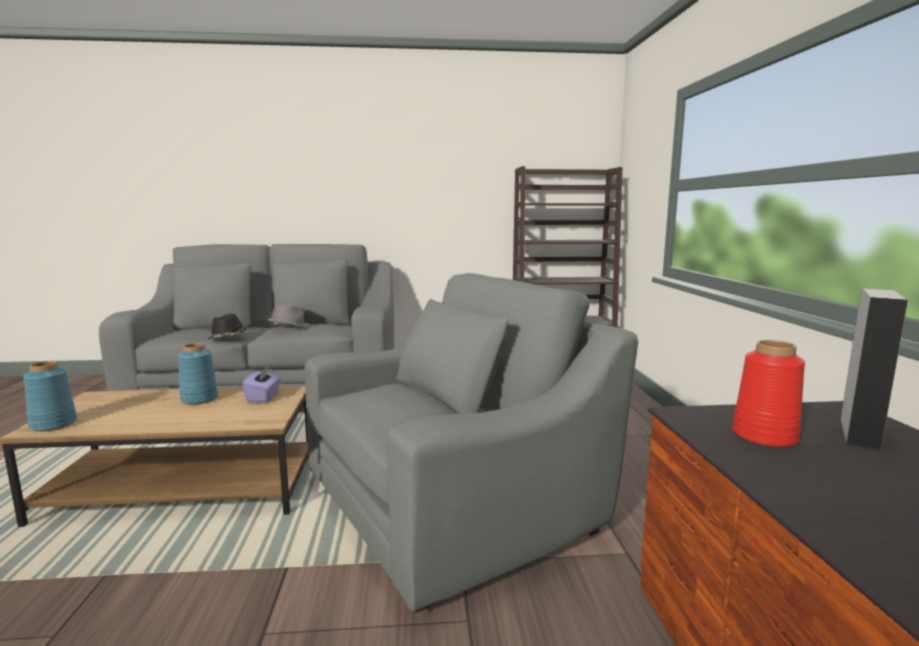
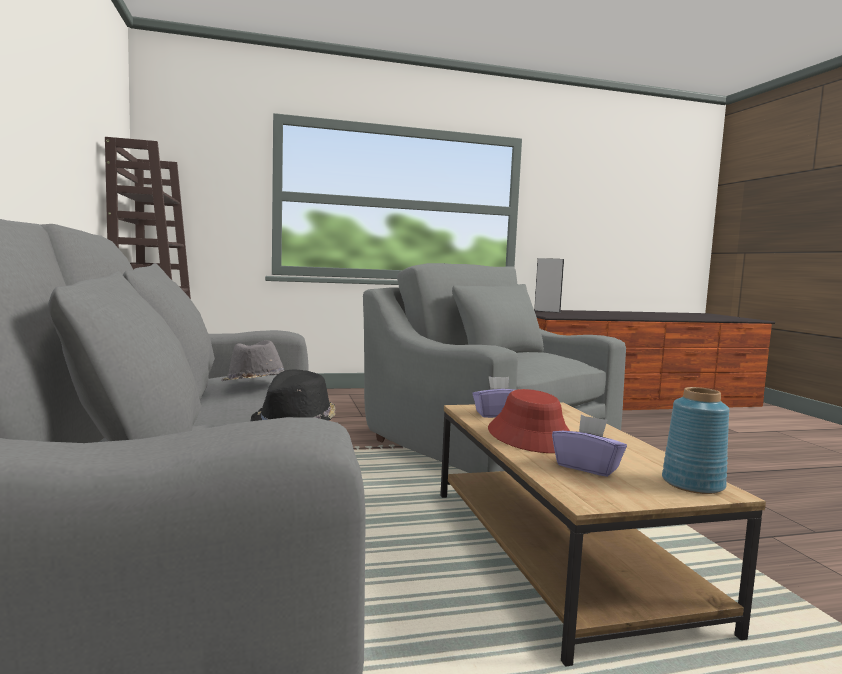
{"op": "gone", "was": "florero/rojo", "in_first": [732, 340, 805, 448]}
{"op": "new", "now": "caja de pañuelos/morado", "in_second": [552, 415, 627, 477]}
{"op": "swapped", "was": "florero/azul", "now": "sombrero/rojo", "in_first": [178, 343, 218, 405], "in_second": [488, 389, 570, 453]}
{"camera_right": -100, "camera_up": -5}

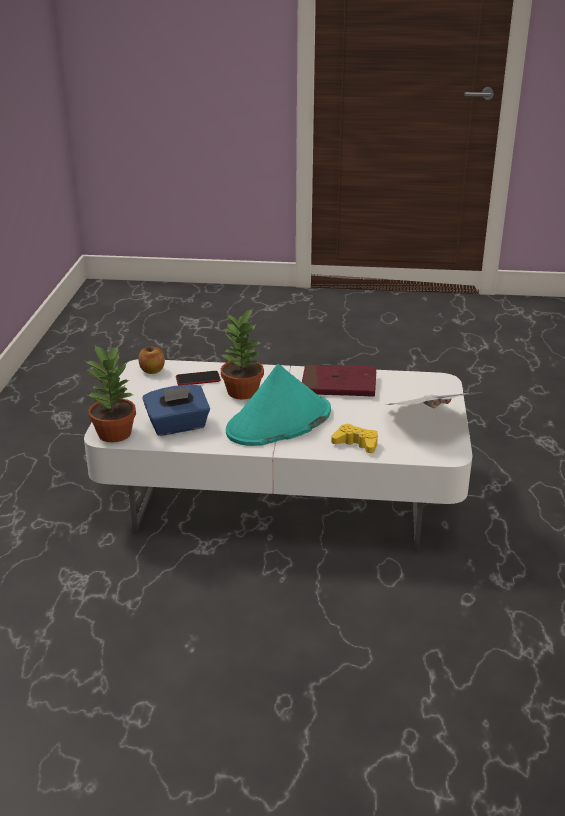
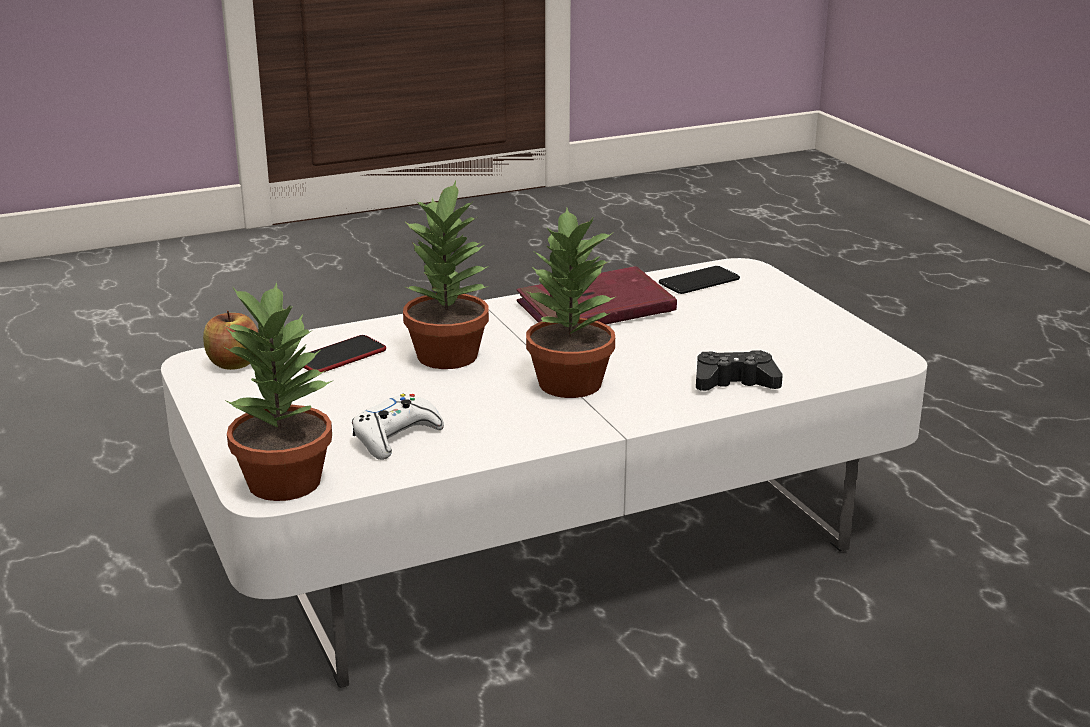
{"op": "gone", "was": "periódico", "in_first": [387, 392, 482, 408]}
{"op": "new", "now": "móvil", "in_second": [659, 266, 740, 294]}
{"op": "swapped", "was": "caja de pañuelos/azul", "now": "mando de consola/blanco", "in_first": [143, 385, 210, 436], "in_second": [352, 394, 444, 460]}
{"op": "swapped", "was": "sombrero/turquesa", "now": "planta en maceta", "in_first": [226, 364, 331, 446], "in_second": [526, 208, 617, 398]}
{"op": "repainted", "was": "mando de consola/amarillo", "now": "mando de consola/negro", "in_first": [331, 424, 378, 453], "in_second": [696, 350, 783, 391]}
{"camera_right": -30, "camera_up": -5}

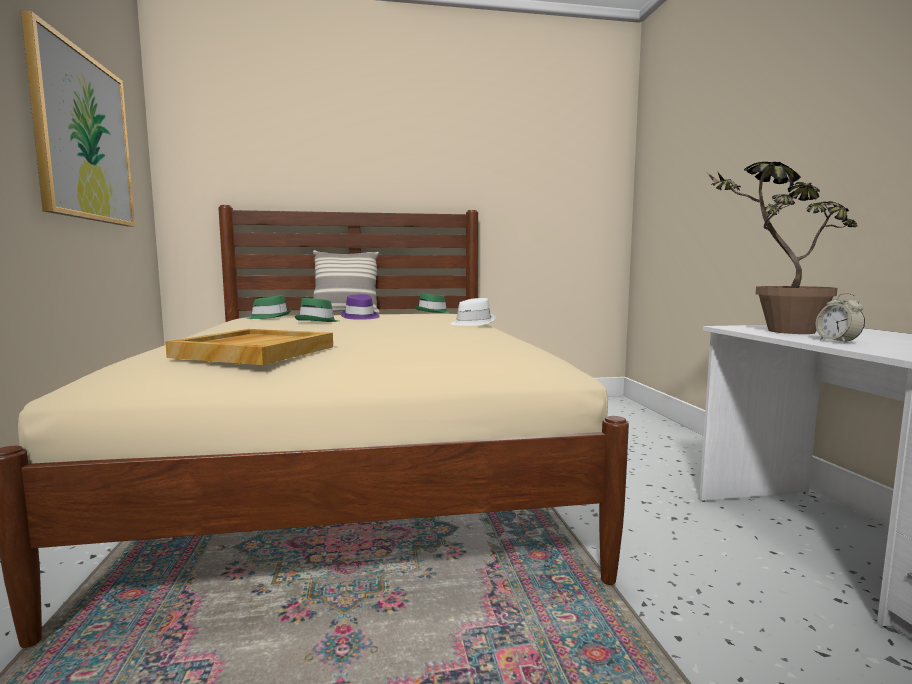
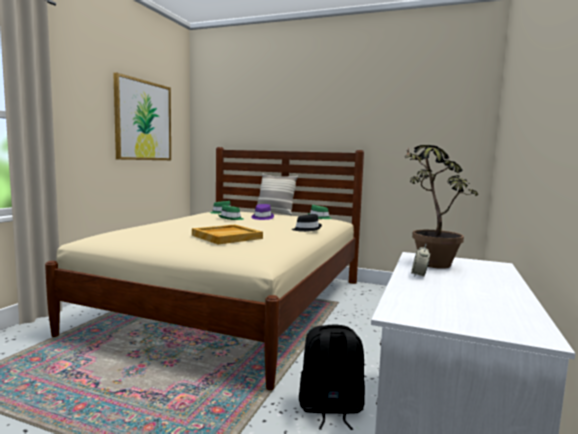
{"op": "new", "now": "mochila/negro", "in_second": [299, 325, 365, 430]}
{"op": "shifted", "was": "bandeja/beis", "in_first": [165, 329, 333, 365], "in_second": [192, 225, 263, 244]}
{"op": "repainted", "was": "sombrero/blanco", "now": "sombrero/negro", "in_first": [451, 298, 496, 326], "in_second": [292, 214, 322, 232]}
{"camera_right": 30, "camera_up": 0}

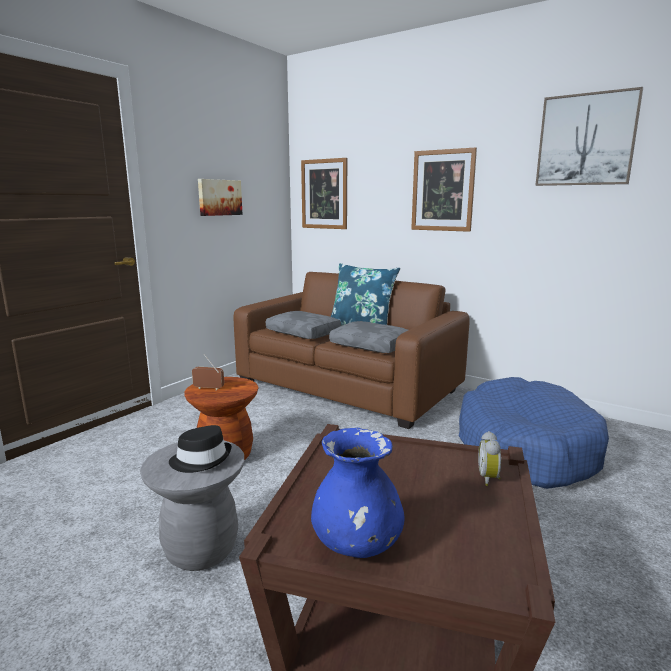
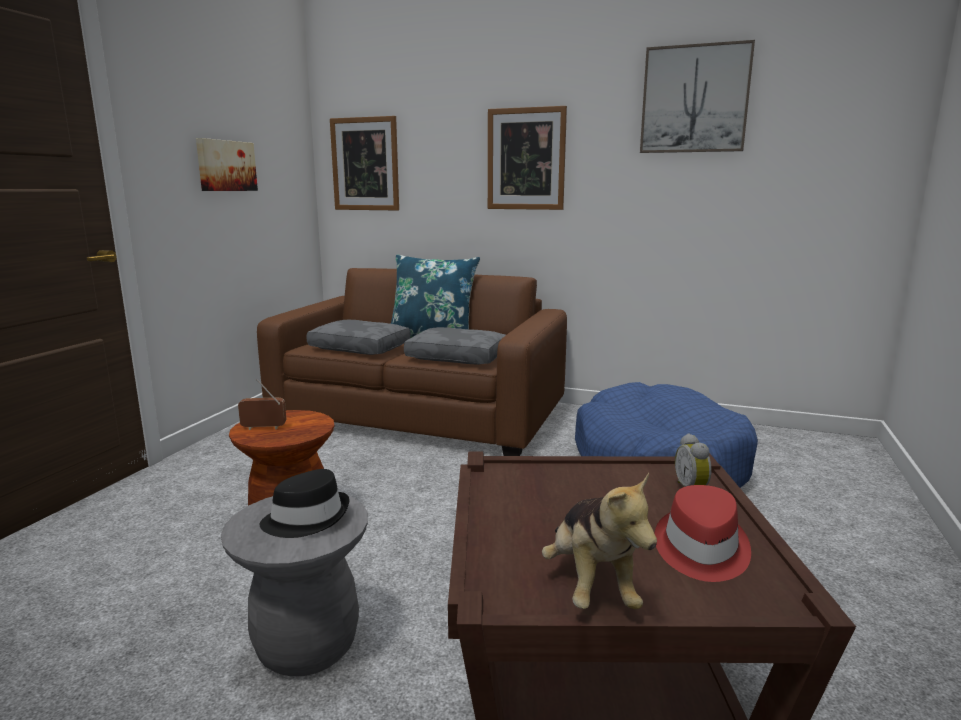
{"op": "new", "now": "sombrero/rojo", "in_second": [654, 485, 751, 582]}
{"op": "swapped", "was": "florero/azul", "now": "peluche", "in_first": [311, 428, 404, 558], "in_second": [542, 473, 657, 609]}
{"camera_right": -15, "camera_up": 0}

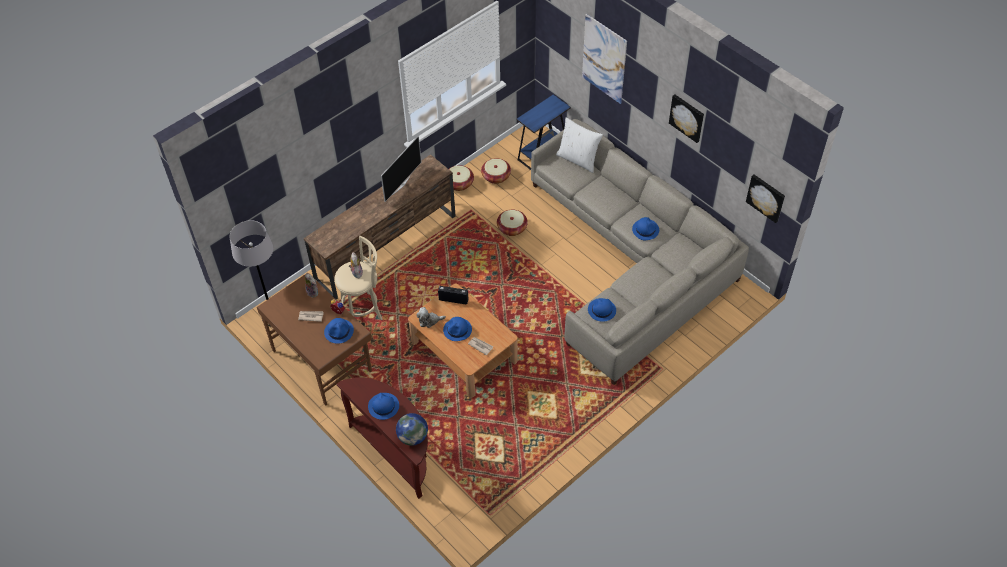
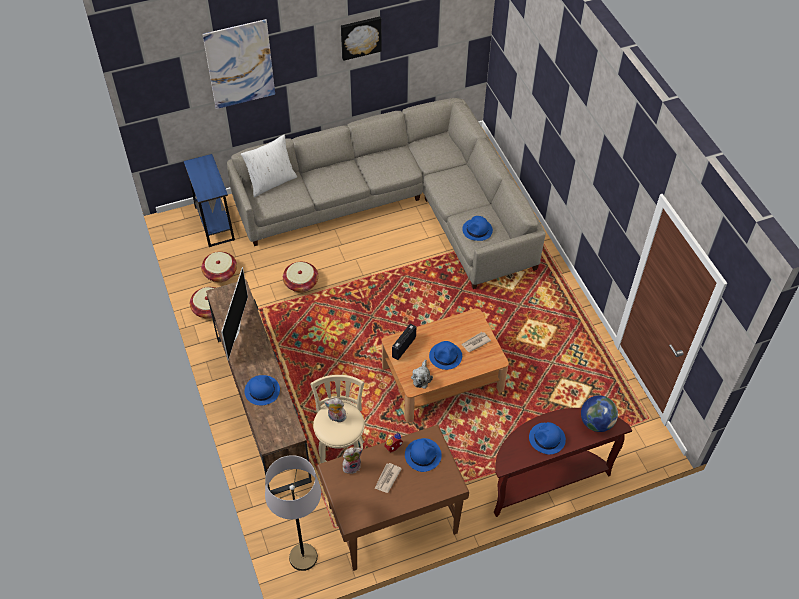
{"op": "gone", "was": "cuadro", "in_first": [746, 175, 785, 223]}
{"op": "shifted", "was": "sombrero/azul", "in_first": [632, 217, 659, 240], "in_second": [244, 375, 280, 405]}
{"op": "rotated", "was": "televisor", "in_first": [381, 136, 421, 202], "in_second": [221, 267, 248, 360], "clockwise": 45}
{"camera_right": -70, "camera_up": 0}

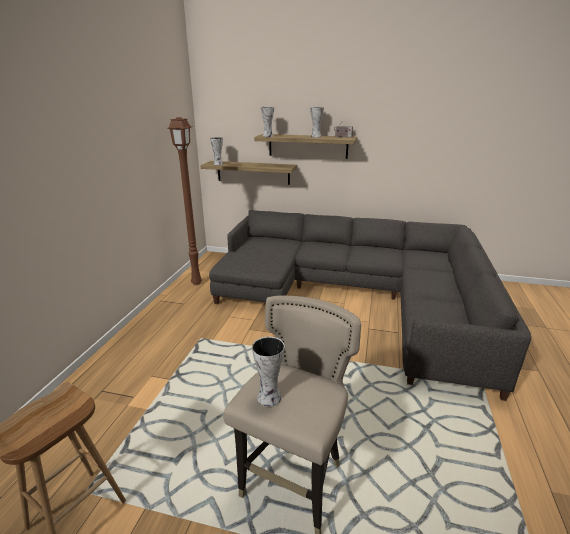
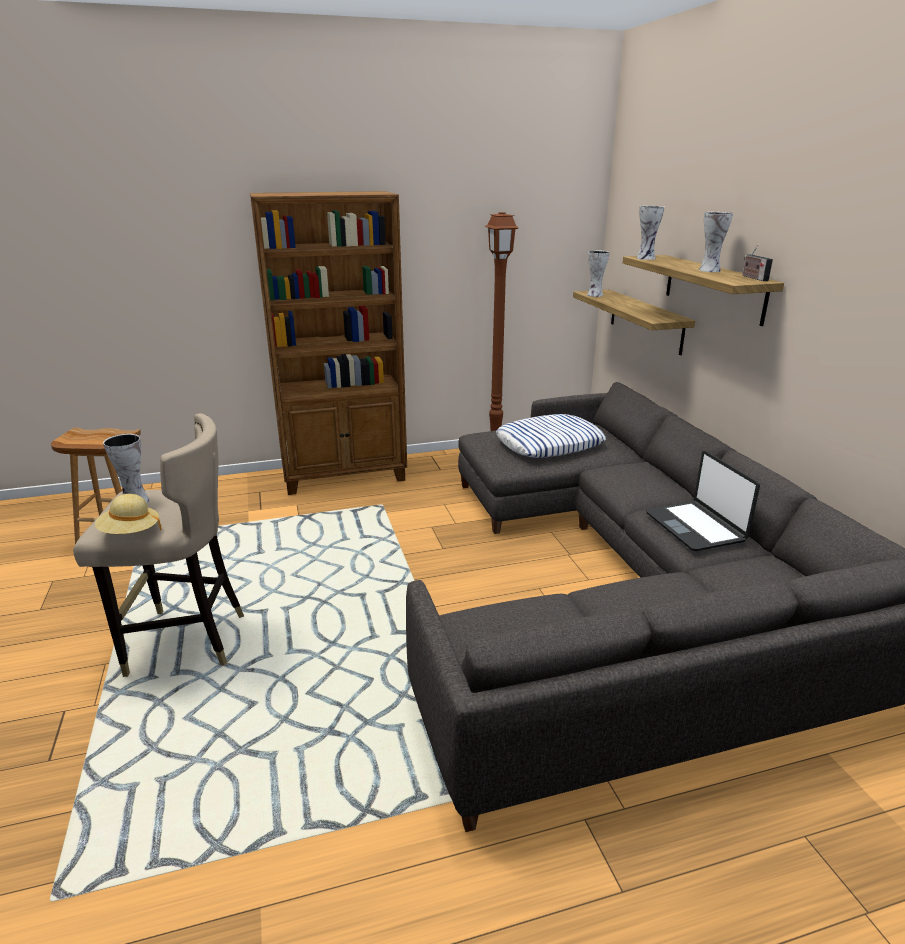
{"op": "new", "now": "sombrero/beis", "in_second": [95, 494, 161, 534]}
{"op": "new", "now": "estantería/marrón", "in_second": [250, 191, 407, 495]}
{"op": "new", "now": "cojín", "in_second": [496, 414, 606, 458]}
{"op": "new", "now": "portátil", "in_second": [646, 451, 760, 551]}
{"camera_right": 60, "camera_up": 0}

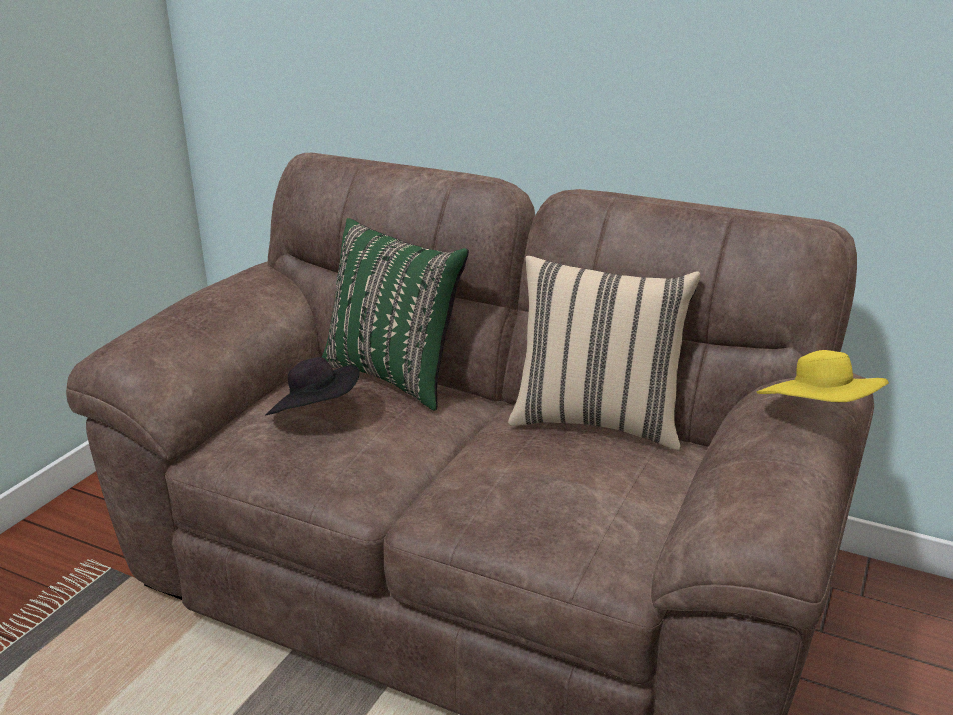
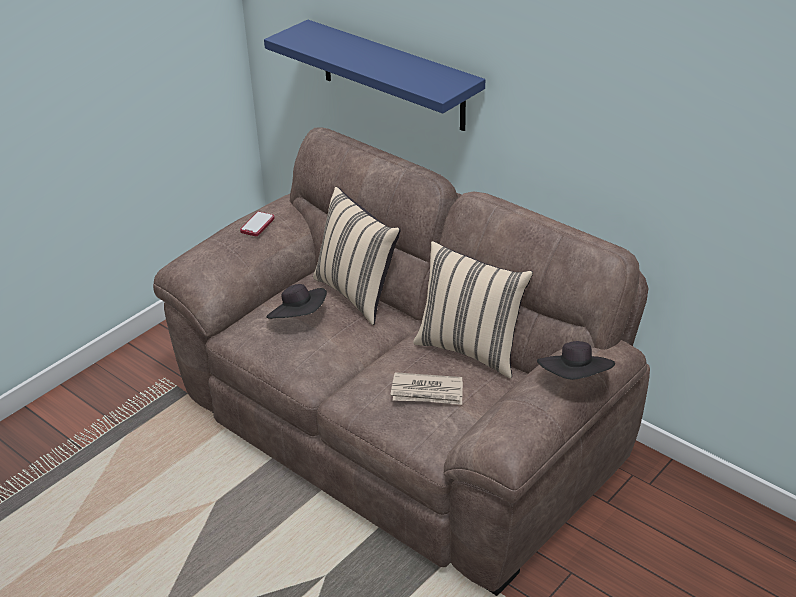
{"op": "new", "now": "móvil", "in_second": [240, 212, 275, 236]}
{"op": "new", "now": "estante/azul", "in_second": [264, 20, 485, 131]}
{"op": "new", "now": "periódico", "in_second": [390, 372, 463, 405]}
{"op": "repainted", "was": "cojín/verde", "now": "cojín/beis", "in_first": [322, 218, 469, 411], "in_second": [313, 187, 401, 325]}
{"op": "repainted", "was": "sombrero/amarillo", "now": "sombrero/negro", "in_first": [757, 350, 889, 402], "in_second": [537, 341, 615, 380]}
{"camera_right": 15, "camera_up": 10}

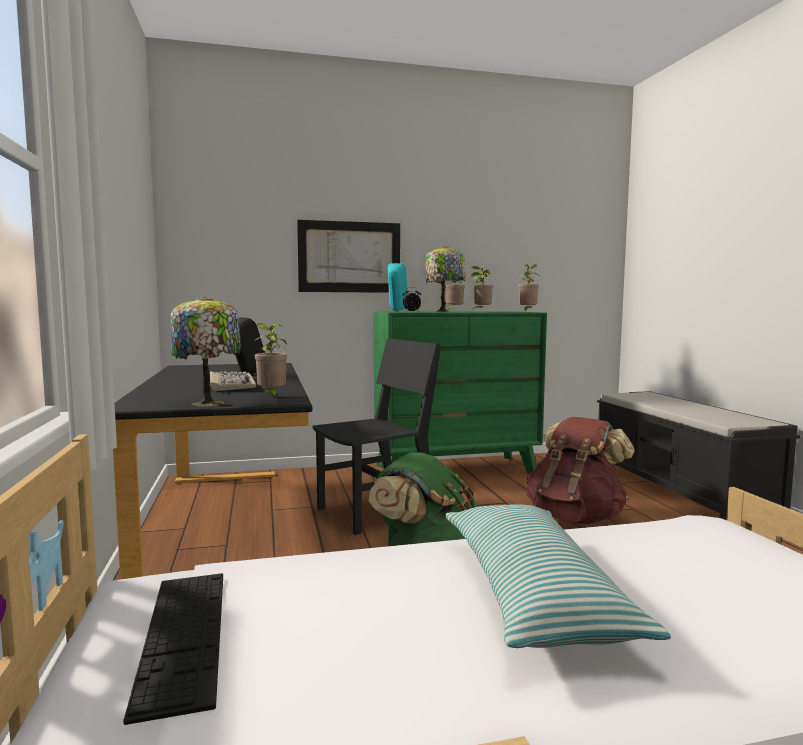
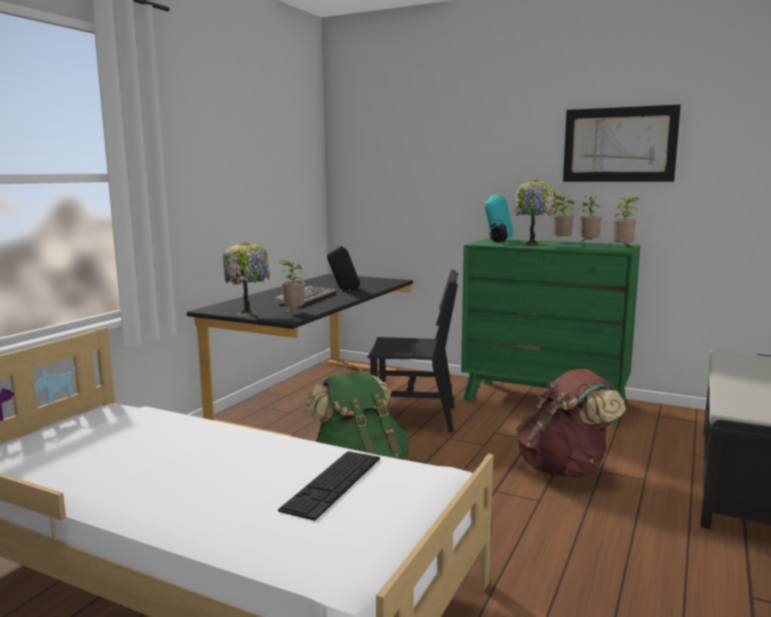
{"op": "gone", "was": "cojín", "in_first": [445, 504, 671, 648]}
{"op": "shifted", "was": "teclado", "in_first": [123, 573, 223, 725], "in_second": [278, 451, 380, 521]}
{"op": "shifted", "was": "cuadro", "in_first": [297, 220, 400, 293], "in_second": [563, 104, 681, 182]}
{"camera_right": 40, "camera_up": 5}

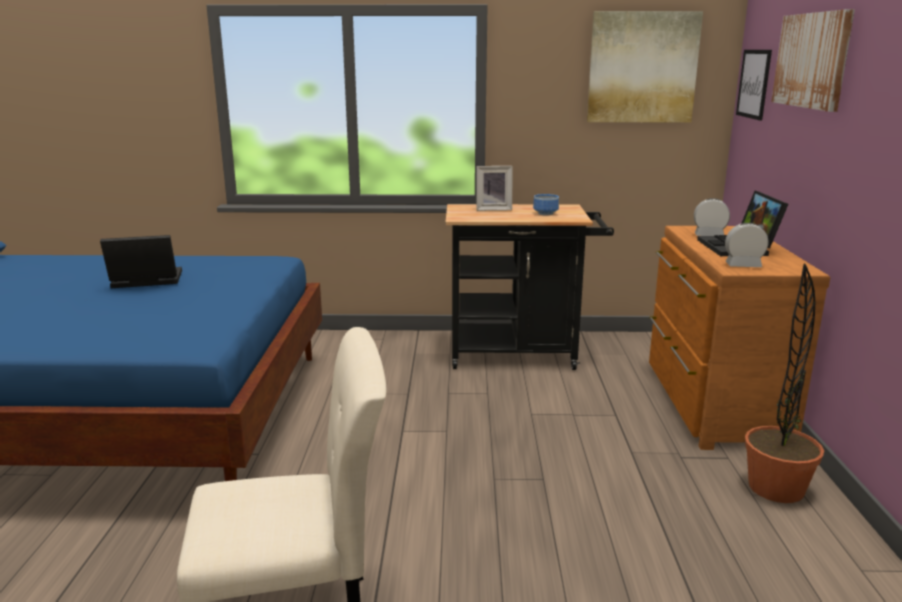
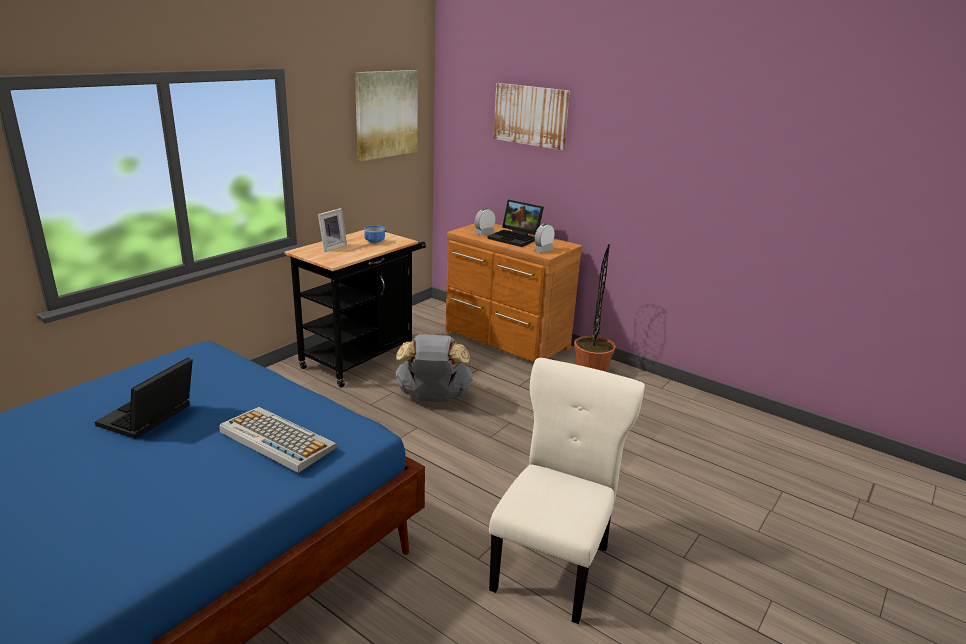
{"op": "gone", "was": "cuadro", "in_first": [736, 50, 772, 120]}
{"op": "new", "now": "teclado", "in_second": [219, 407, 337, 473]}
{"op": "new", "now": "mochila/gris", "in_second": [395, 334, 473, 402]}
{"camera_right": -55, "camera_up": 5}

